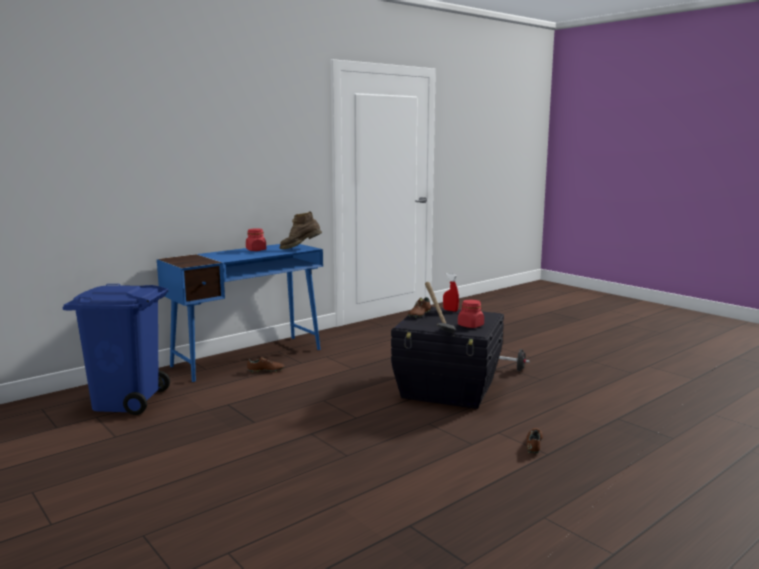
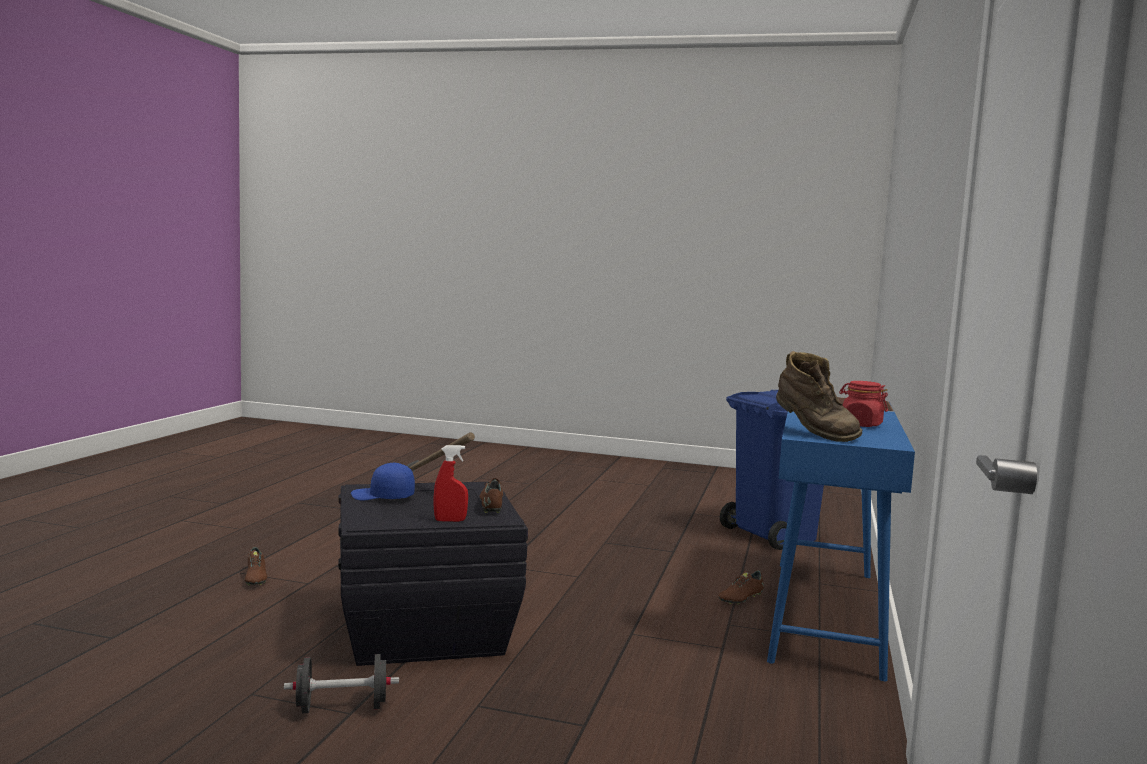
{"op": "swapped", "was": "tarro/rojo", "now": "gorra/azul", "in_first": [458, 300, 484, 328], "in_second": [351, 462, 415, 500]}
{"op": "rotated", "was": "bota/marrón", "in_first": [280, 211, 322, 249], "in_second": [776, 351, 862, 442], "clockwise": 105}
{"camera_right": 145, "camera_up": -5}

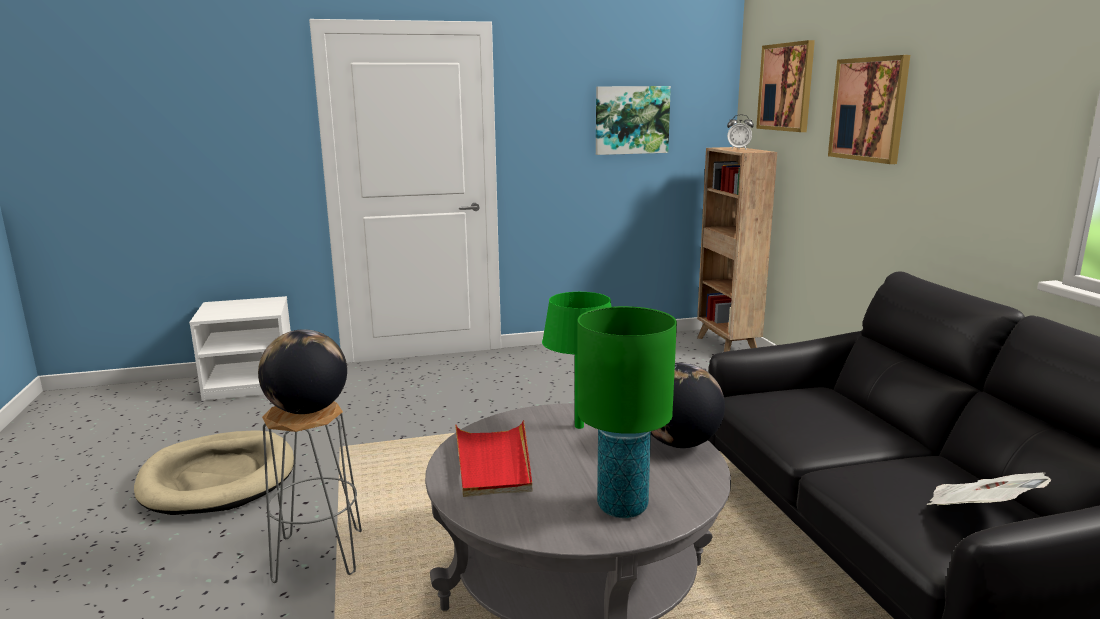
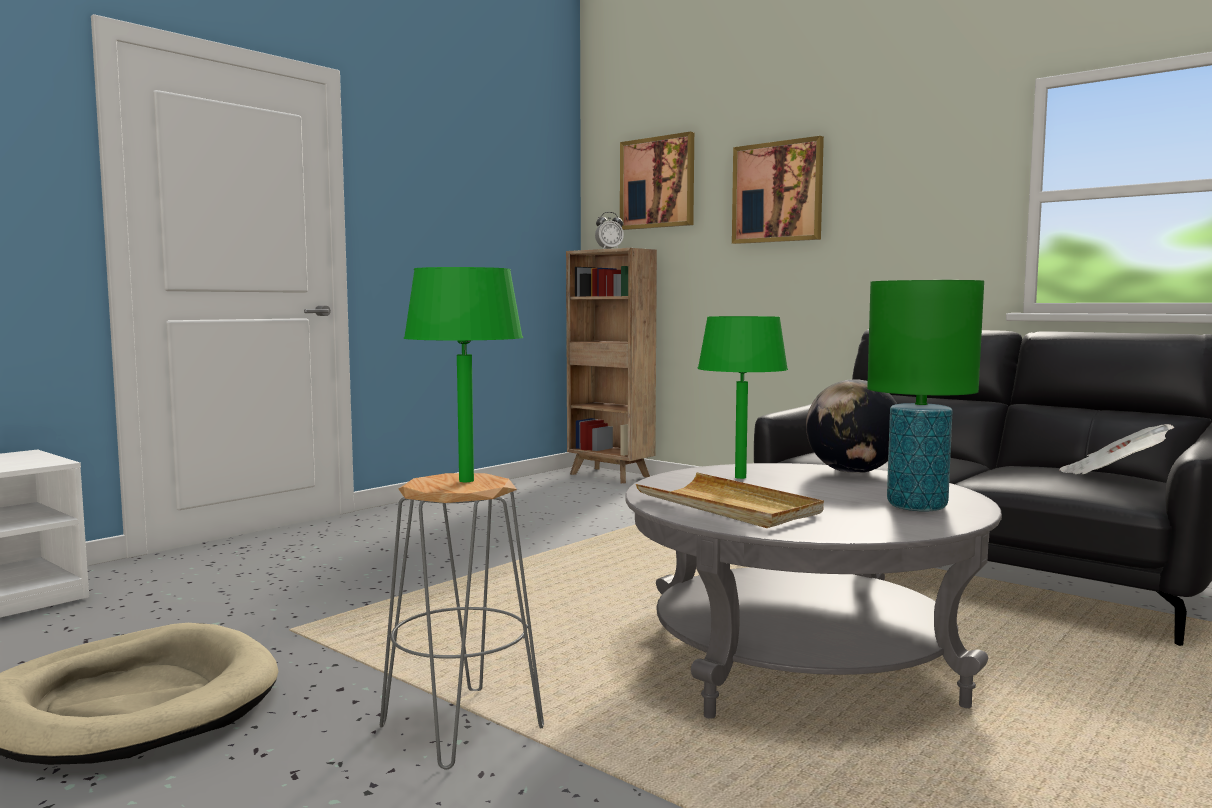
{"op": "gone", "was": "cuadro", "in_first": [596, 86, 671, 155]}
{"op": "swapped", "was": "globo terráqueo", "now": "lámpara de mesa/verde", "in_first": [258, 329, 347, 414], "in_second": [404, 267, 523, 482]}
{"op": "repainted", "was": "bandeja/rojo", "now": "bandeja/beis", "in_first": [455, 420, 532, 497], "in_second": [636, 472, 824, 528]}
{"camera_right": -35, "camera_up": -10}

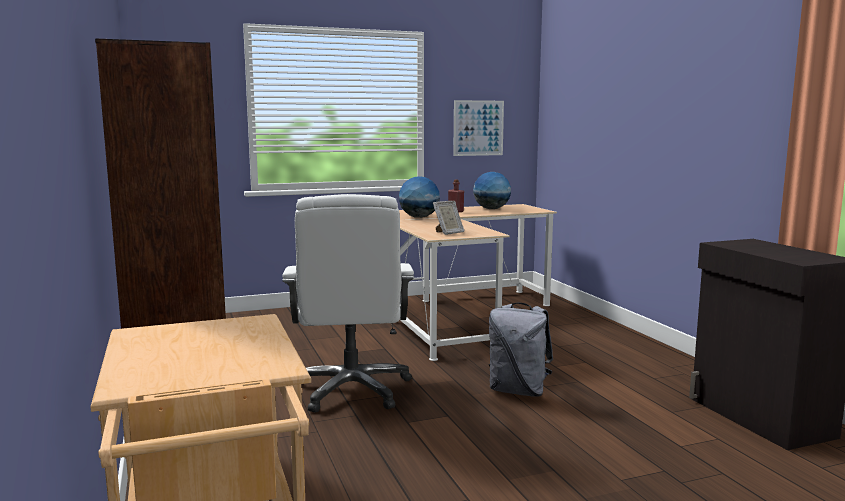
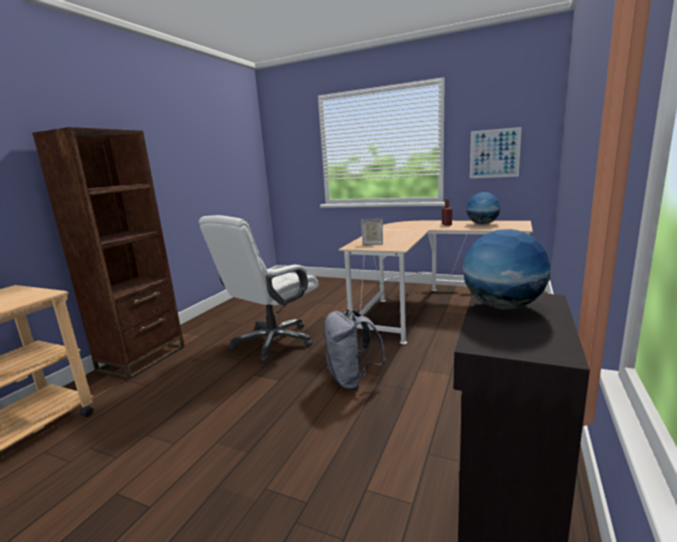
{"op": "shifted", "was": "globo terráqueo", "in_first": [399, 176, 440, 218], "in_second": [463, 229, 551, 310]}
{"camera_right": 45, "camera_up": 5}

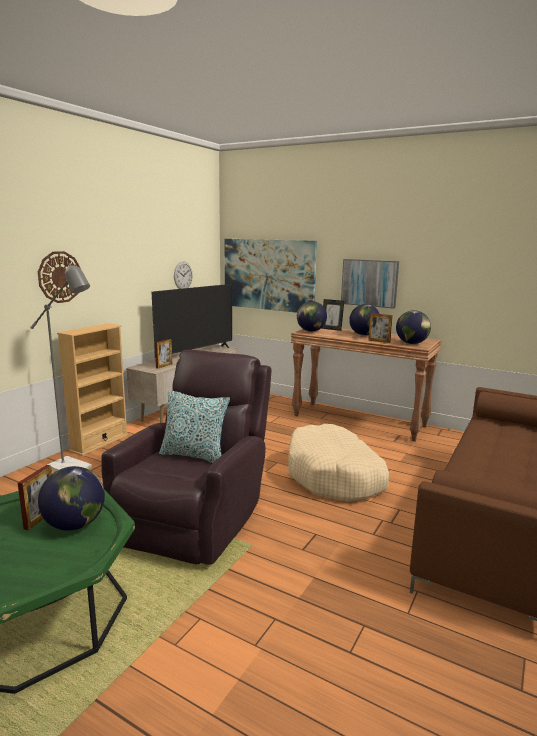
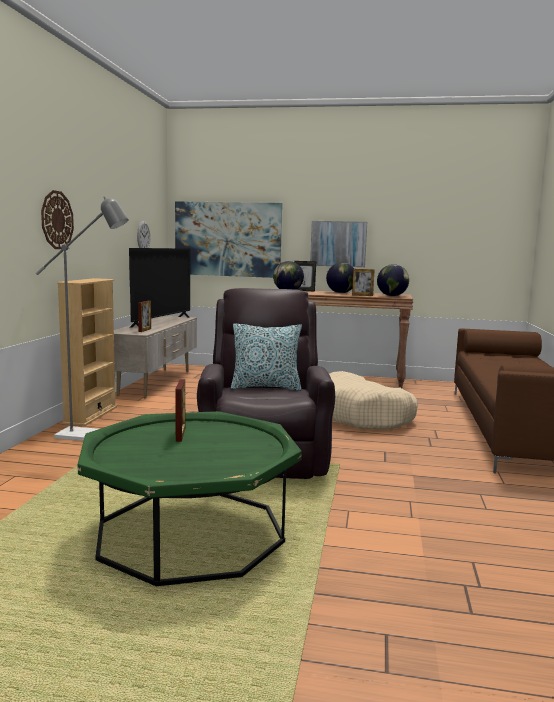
{"op": "gone", "was": "globo terráqueo", "in_first": [38, 466, 105, 531]}
{"camera_right": -20, "camera_up": -5}

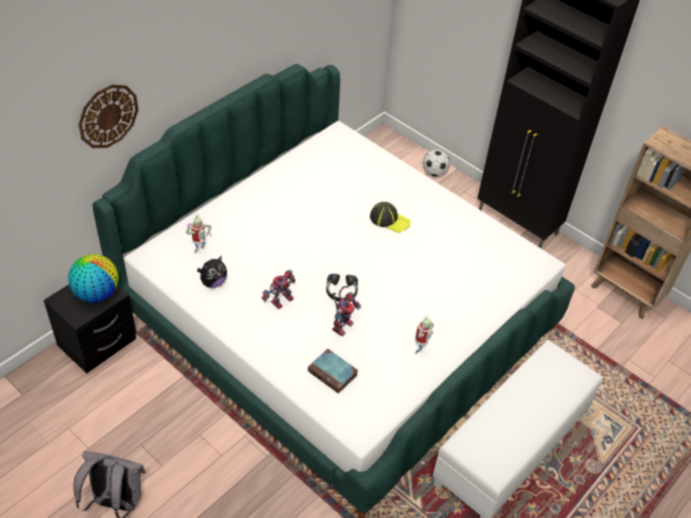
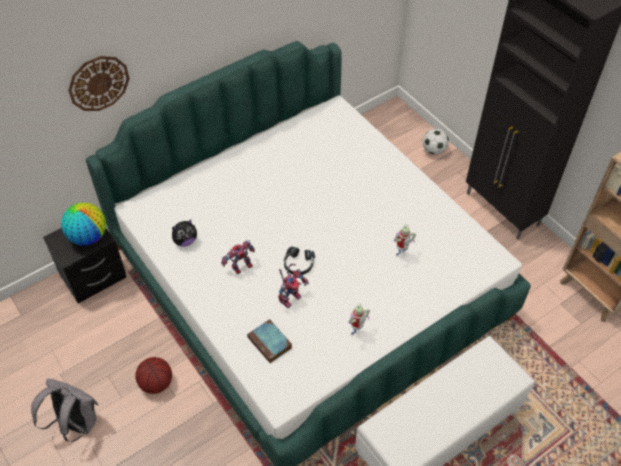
{"op": "gone", "was": "gorra", "in_first": [370, 202, 411, 233]}
{"op": "new", "now": "balón de baloncesto", "in_second": [135, 357, 172, 394]}
{"op": "shifted", "was": "robot de juguete", "in_first": [186, 214, 211, 253], "in_second": [394, 224, 416, 257]}
{"camera_right": 15, "camera_up": 5}

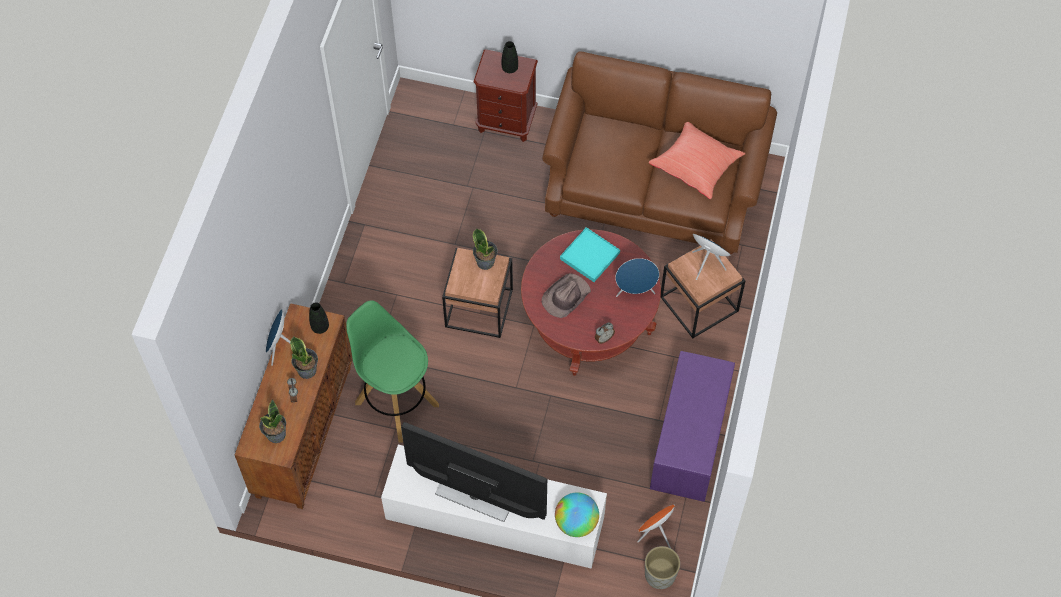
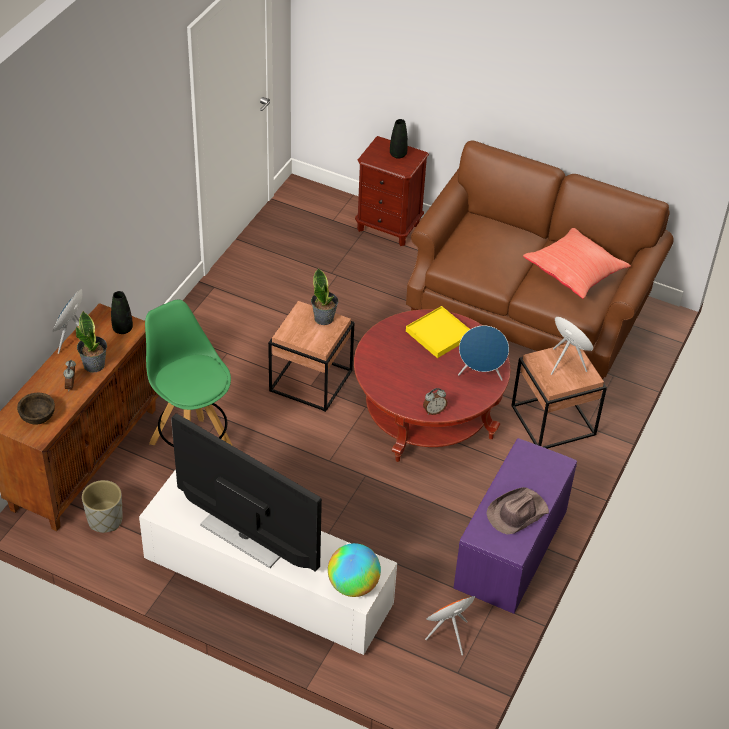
{"op": "shifted", "was": "sombrero/marrón", "in_first": [542, 273, 591, 318], "in_second": [486, 487, 549, 535]}
{"op": "shifted", "was": "maceta/gris", "in_first": [645, 546, 680, 589], "in_second": [82, 480, 123, 533]}
{"op": "swapped", "was": "planta en maceta", "now": "cuenco/marrón", "in_first": [259, 399, 286, 443], "in_second": [17, 393, 55, 425]}
{"op": "repainted", "was": "bandeja/turquesa", "now": "bandeja/amarillo", "in_first": [560, 227, 620, 282], "in_second": [406, 306, 470, 358]}
{"camera_right": 10, "camera_up": -15}

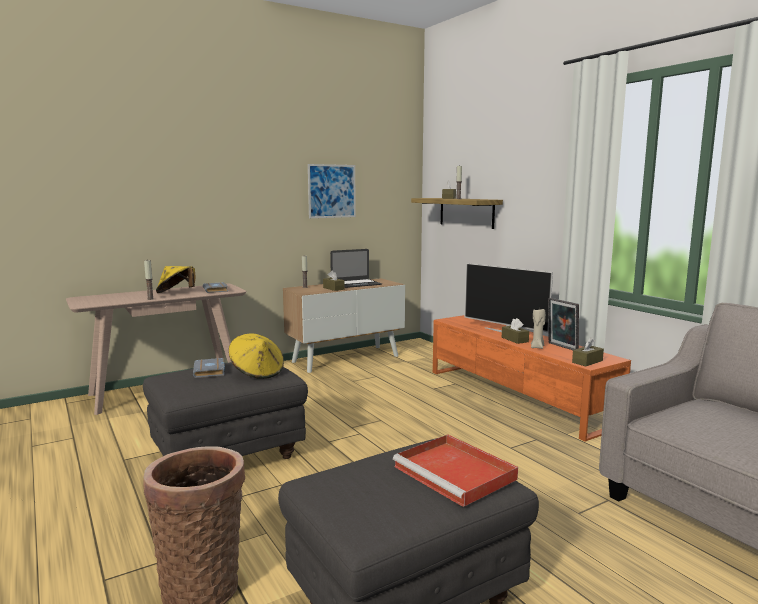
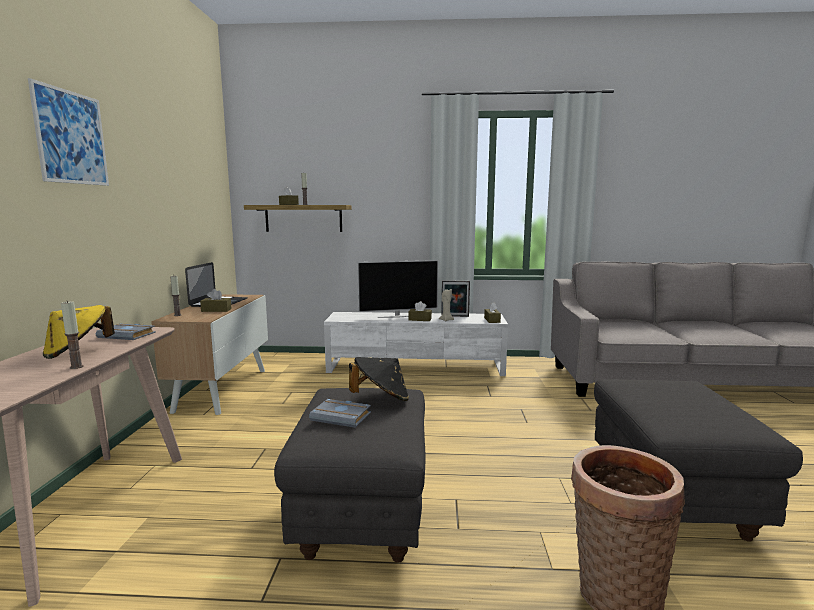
{"op": "gone", "was": "bandeja/rojo", "in_first": [393, 434, 518, 507]}
{"op": "shifted", "was": "cuadro", "in_first": [308, 164, 356, 218], "in_second": [28, 78, 109, 186]}
{"op": "repainted", "was": "sombrero/amarillo", "now": "sombrero/negro", "in_first": [229, 334, 284, 379], "in_second": [349, 357, 409, 401]}
{"op": "repainted", "was": "mueble de televisión/naranja", "now": "mueble de televisión/blanco", "in_first": [433, 315, 631, 442], "in_second": [324, 312, 508, 376]}
{"camera_right": -55, "camera_up": 0}

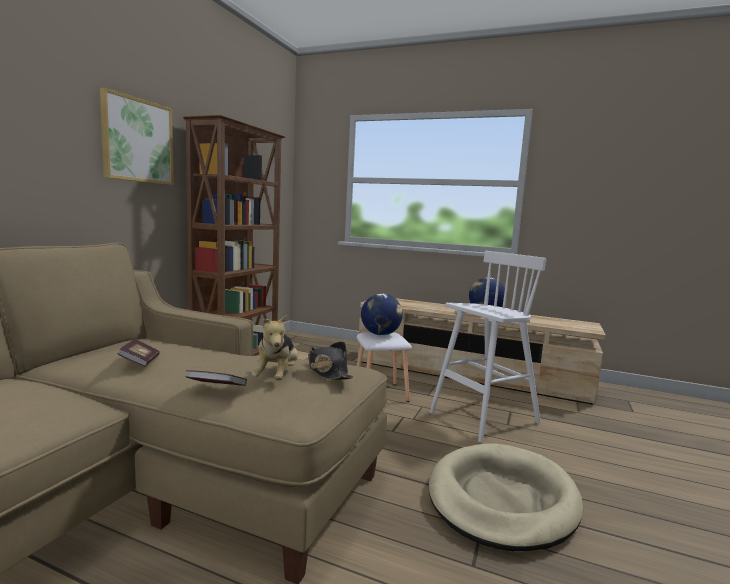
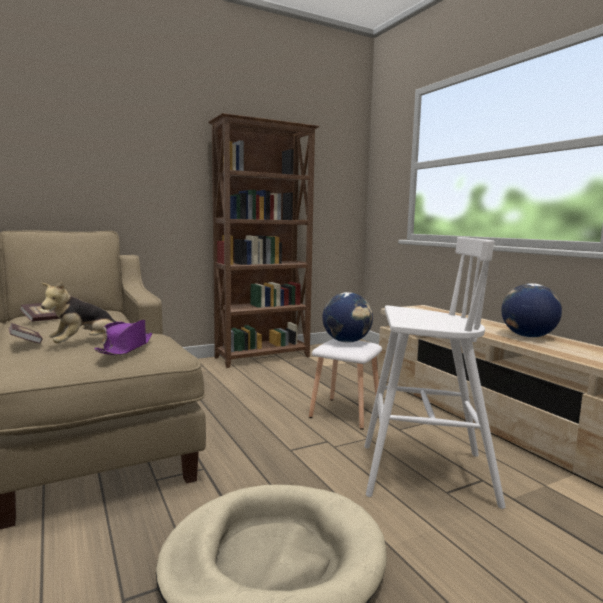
{"op": "gone", "was": "cuadro", "in_first": [100, 88, 174, 185]}
{"op": "repainted", "was": "sombrero/negro", "now": "sombrero/morado", "in_first": [308, 341, 353, 380], "in_second": [94, 320, 152, 355]}
{"camera_right": 40, "camera_up": 0}

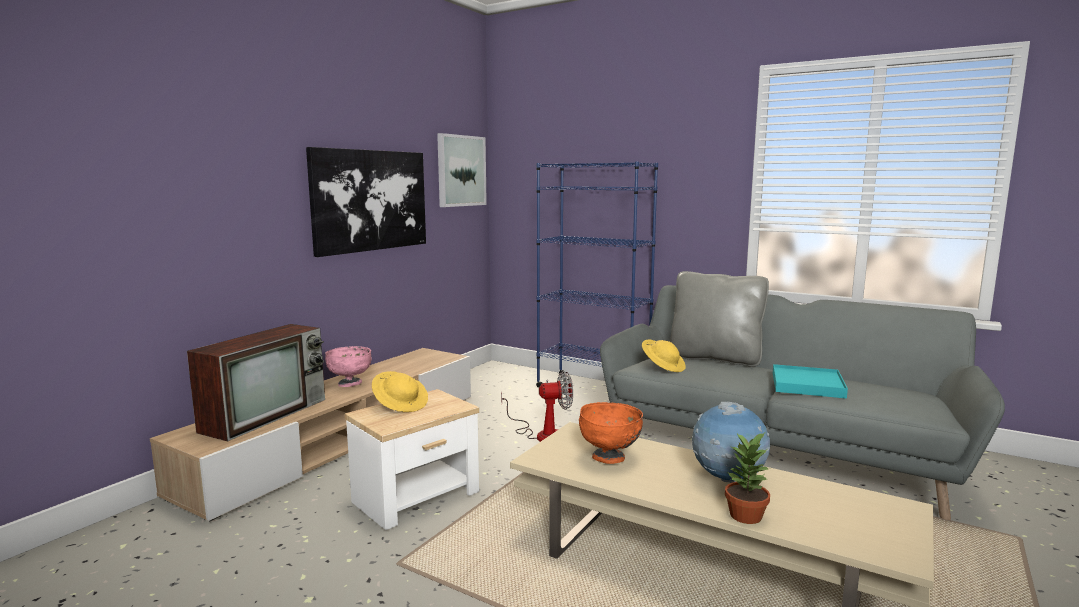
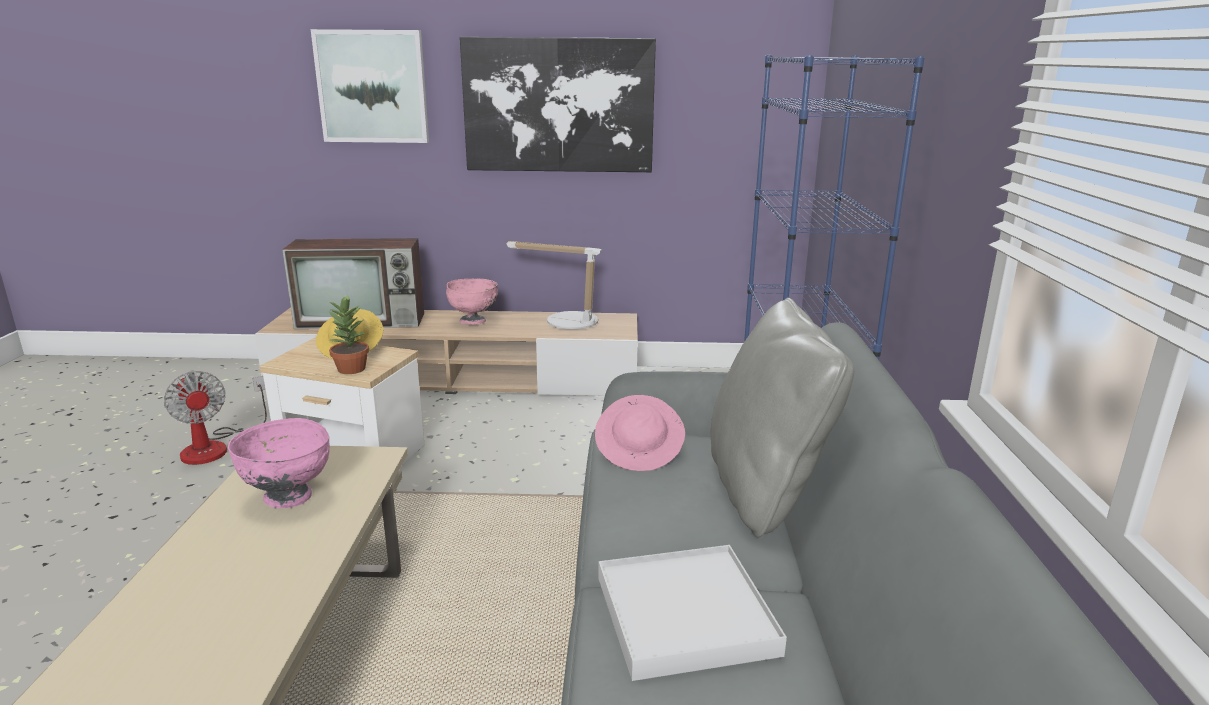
{"op": "gone", "was": "globo terráqueo", "in_first": [692, 402, 770, 483]}
{"op": "new", "now": "lámpara de mesa", "in_second": [507, 241, 602, 329]}
{"op": "shifted", "was": "cuadro", "in_first": [437, 133, 487, 207], "in_second": [311, 29, 429, 143]}
{"op": "shifted", "was": "ventilador", "in_first": [501, 371, 573, 442], "in_second": [164, 371, 267, 465]}
{"op": "shifted", "was": "planta en maceta", "in_first": [725, 432, 770, 524], "in_second": [328, 294, 369, 374]}
{"op": "repainted", "was": "cuenco/naranja", "now": "cuenco/rosa", "in_first": [579, 402, 643, 464], "in_second": [228, 418, 330, 508]}
{"op": "repainted", "was": "sombrero/amarillo", "now": "sombrero/rosa", "in_first": [642, 339, 686, 372], "in_second": [595, 395, 685, 471]}
{"op": "repainted", "was": "bandeja/turquesa", "now": "bandeja/blanco", "in_first": [773, 364, 848, 399], "in_second": [599, 545, 787, 681]}
{"camera_right": 60, "camera_up": 10}

